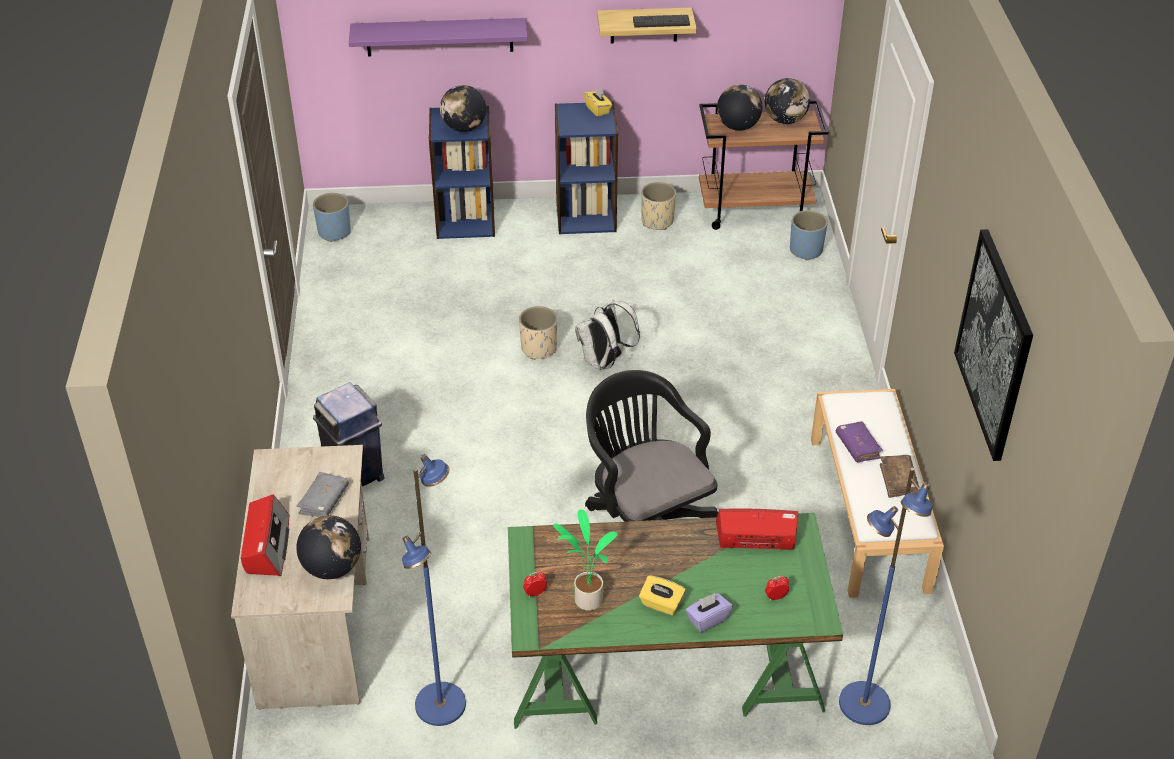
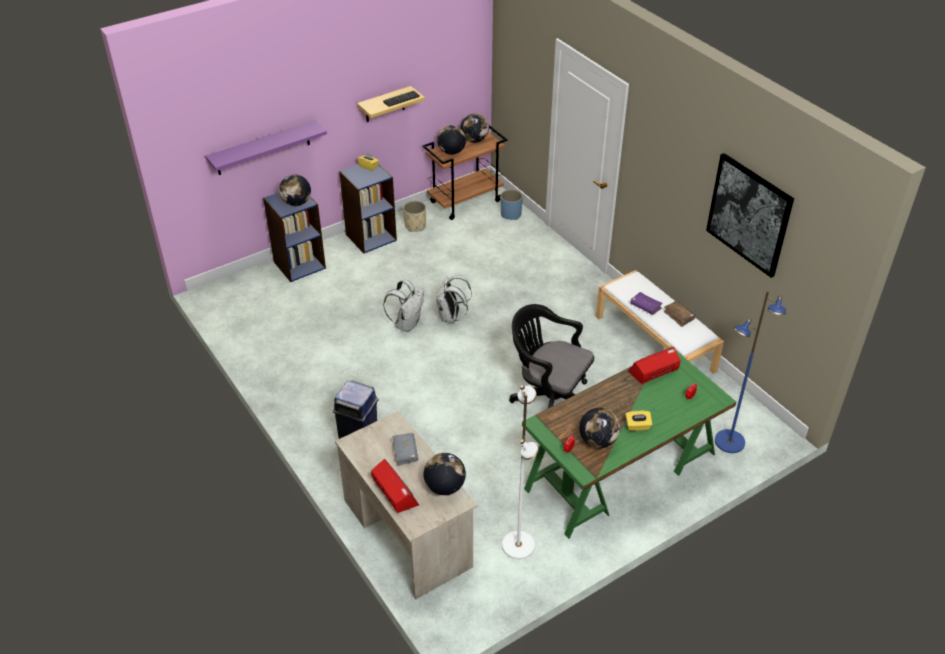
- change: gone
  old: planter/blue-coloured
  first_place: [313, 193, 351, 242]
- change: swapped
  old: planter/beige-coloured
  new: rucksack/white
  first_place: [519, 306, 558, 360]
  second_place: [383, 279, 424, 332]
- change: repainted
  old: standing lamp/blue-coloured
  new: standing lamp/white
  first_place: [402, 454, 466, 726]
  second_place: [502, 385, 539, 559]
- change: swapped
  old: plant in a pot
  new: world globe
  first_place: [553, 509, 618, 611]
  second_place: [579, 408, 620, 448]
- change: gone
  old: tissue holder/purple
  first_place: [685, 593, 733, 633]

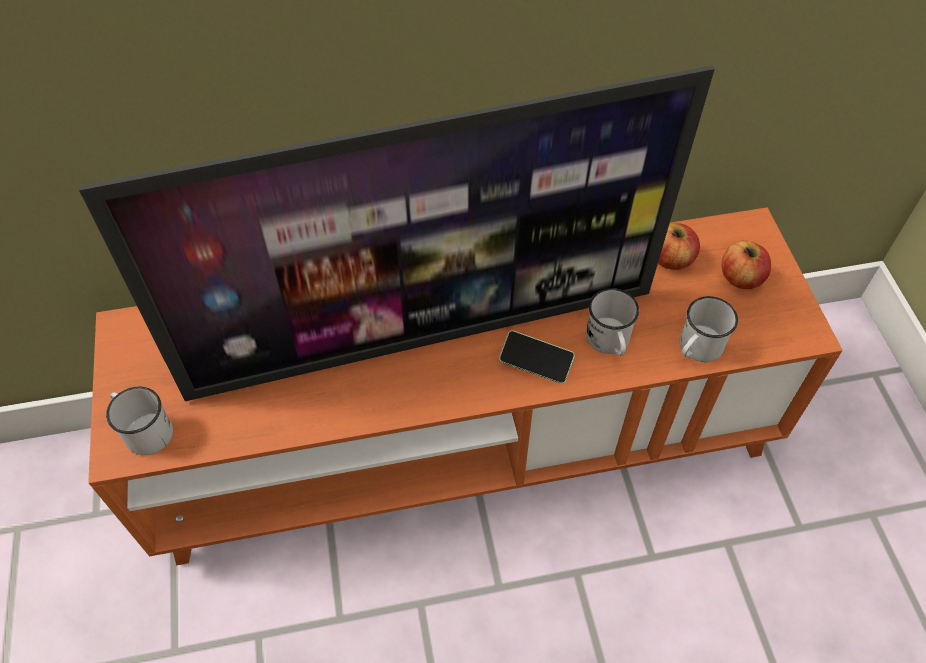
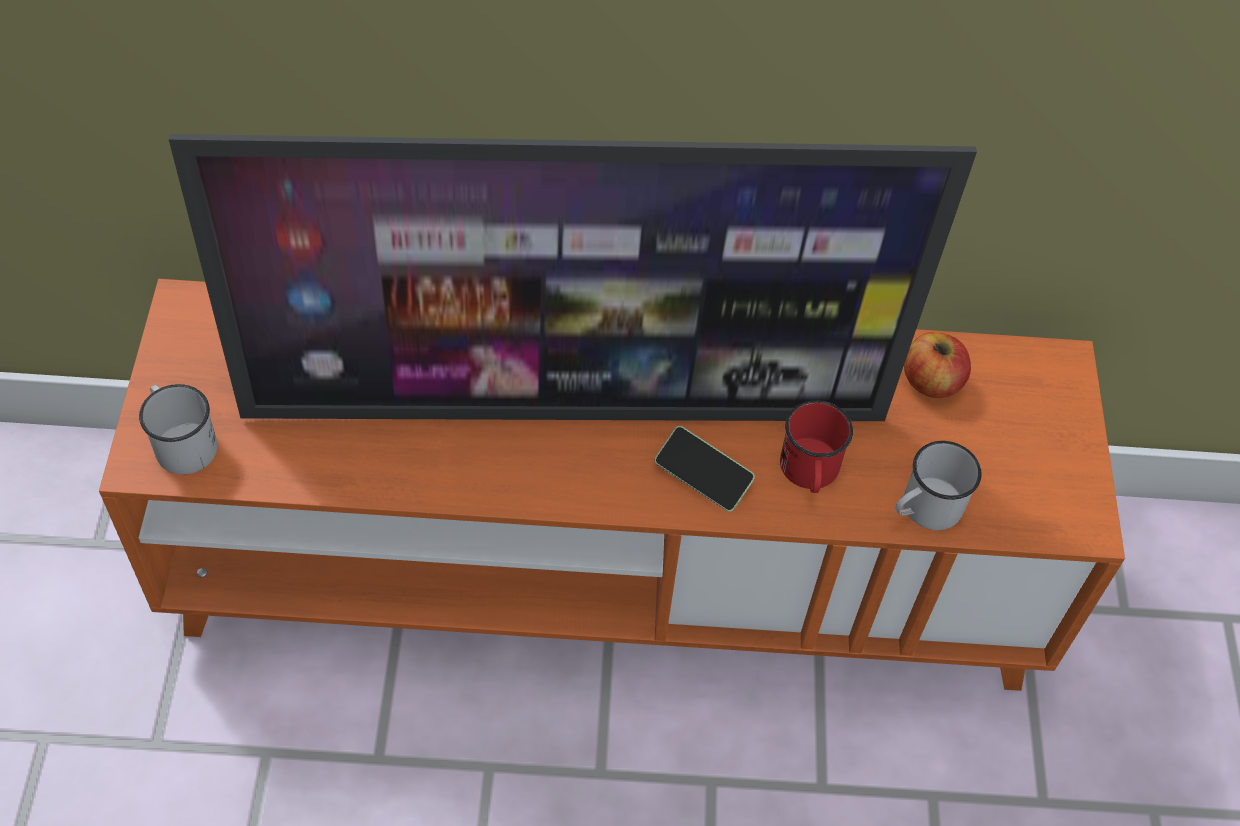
- change: gone
  old: apple fruit
  first_place: [721, 240, 771, 289]
- change: repainted
  old: tea mug/white
  new: tea mug/red
  first_place: [586, 288, 639, 356]
  second_place: [780, 400, 853, 493]

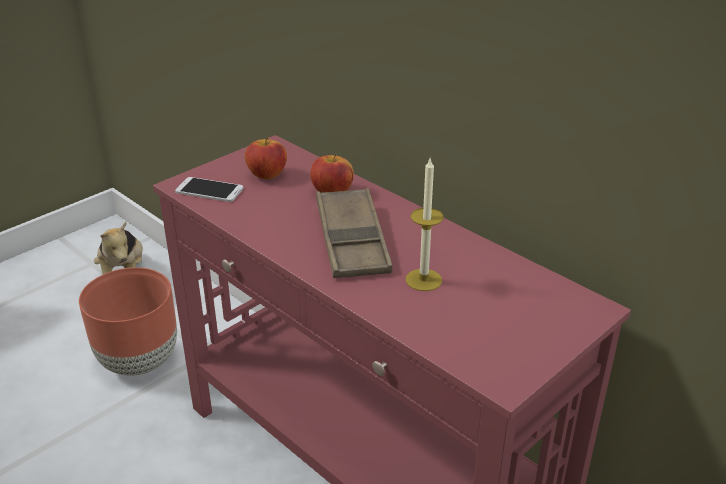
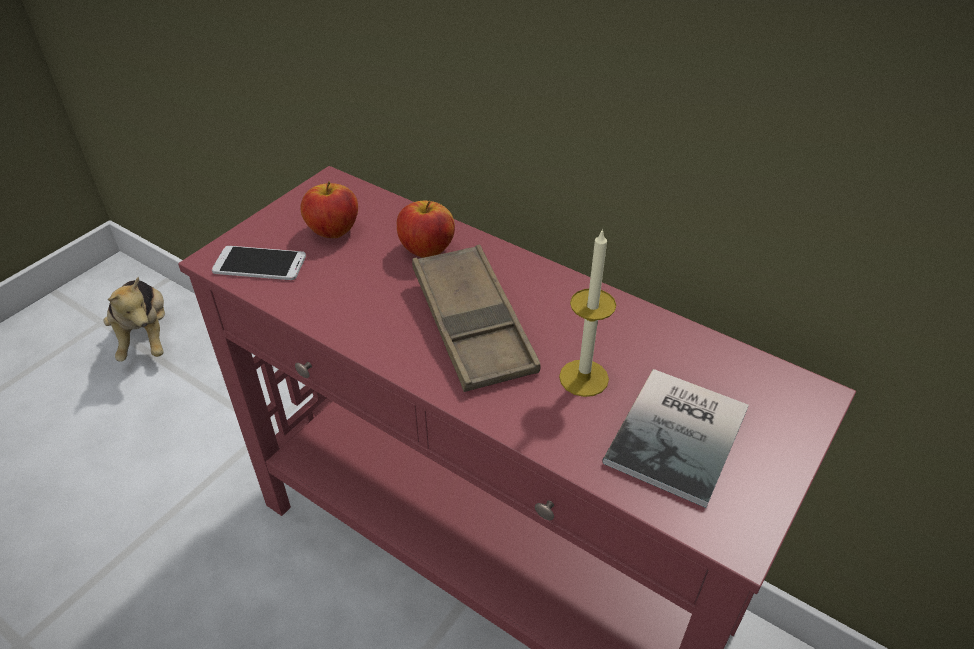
- change: gone
  old: planter/brown-coloured
  first_place: [79, 267, 177, 376]
- change: new
  new: bound book
  second_place: [602, 369, 749, 508]

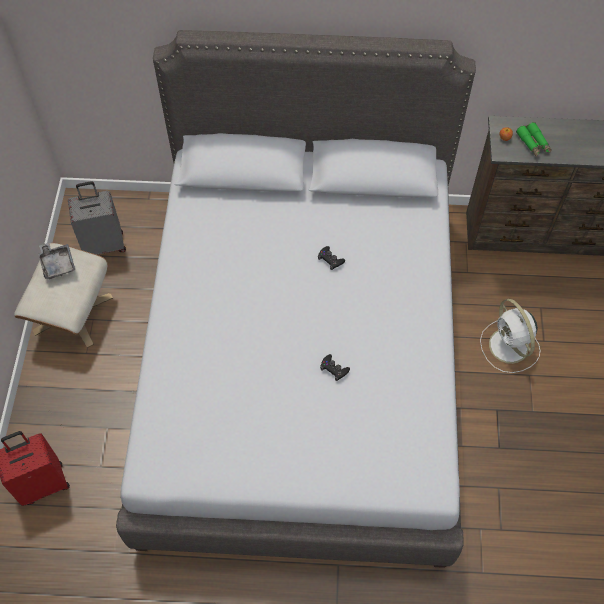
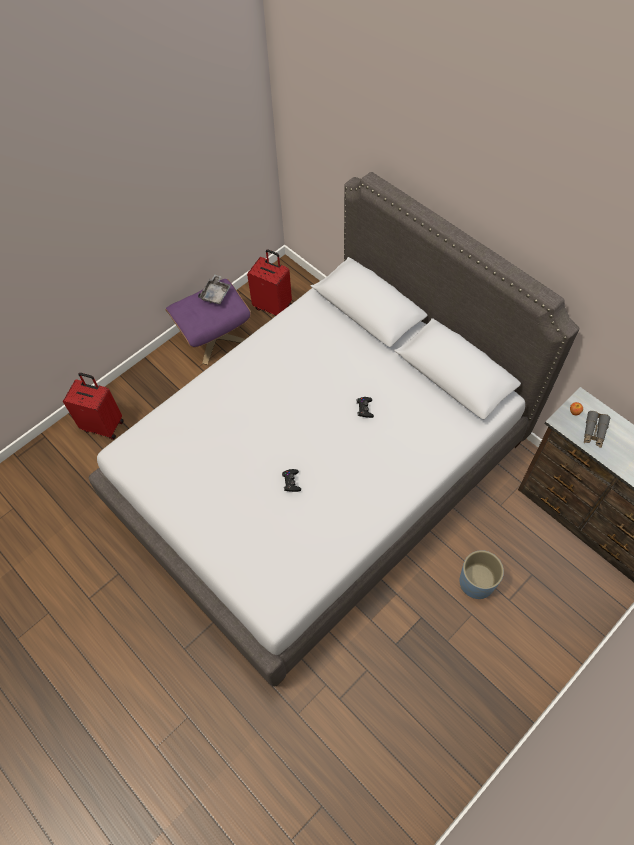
- change: repainted
  old: field glasses/green
  new: field glasses/grey
  first_place: [516, 122, 552, 157]
  second_place: [584, 411, 610, 448]
- change: repainted
  old: piece of luggage/grey
  new: piece of luggage/red
  first_place: [68, 181, 126, 255]
  second_place: [247, 249, 292, 315]
- change: repainted
  old: ottoman/beige-coloured
  new: ottoman/purple
  first_place: [14, 243, 113, 348]
  second_place: [165, 279, 251, 365]
- change: swapped
  old: electric fan/white
  new: planter/blue-coloured
  first_place: [480, 299, 541, 373]
  second_place: [459, 550, 504, 599]

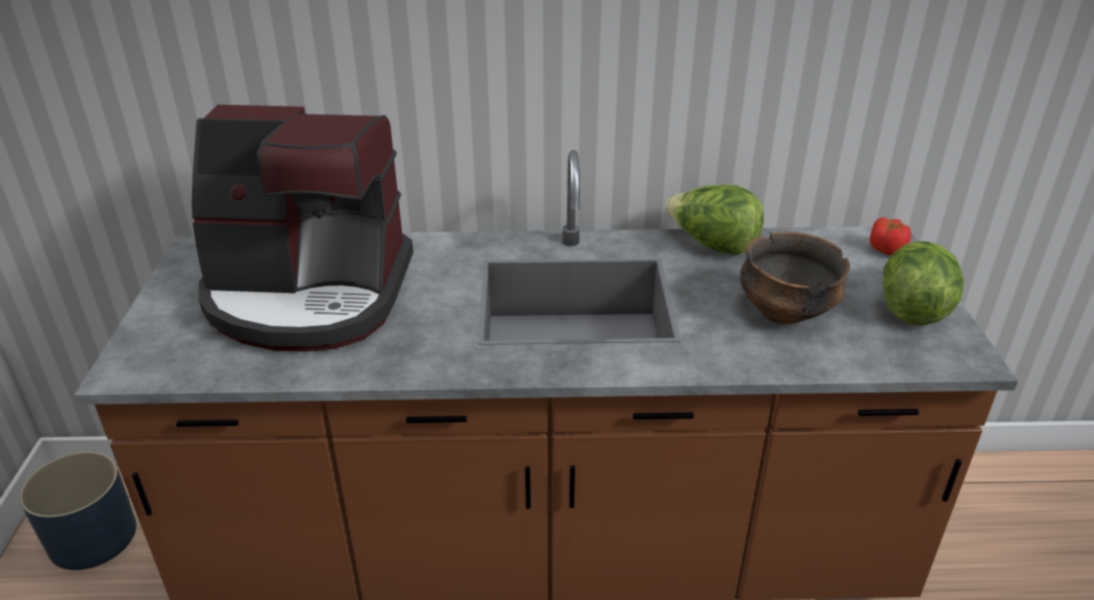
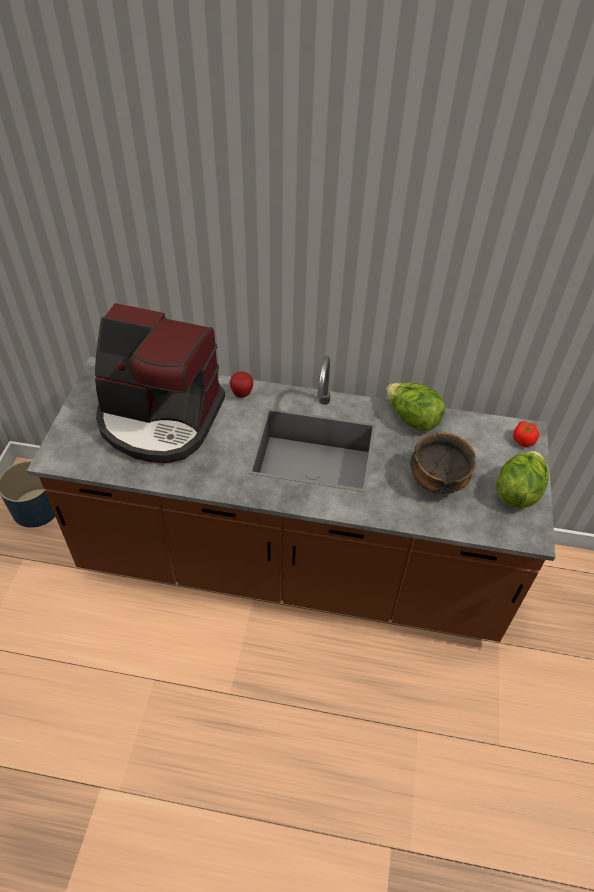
- change: new
  new: apple fruit
  second_place: [230, 371, 253, 398]

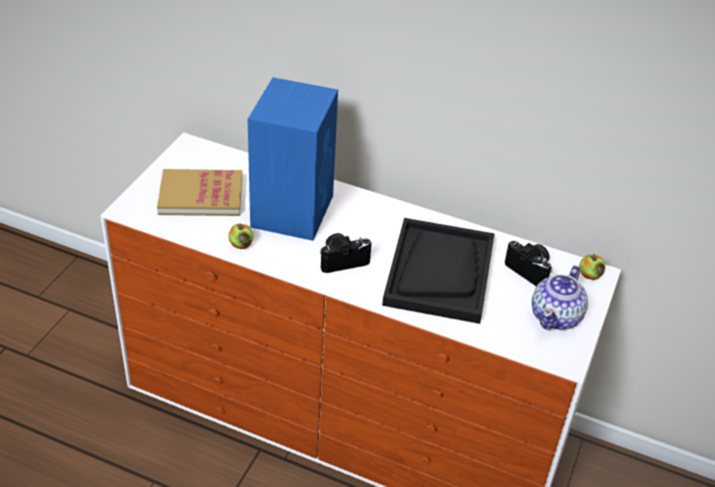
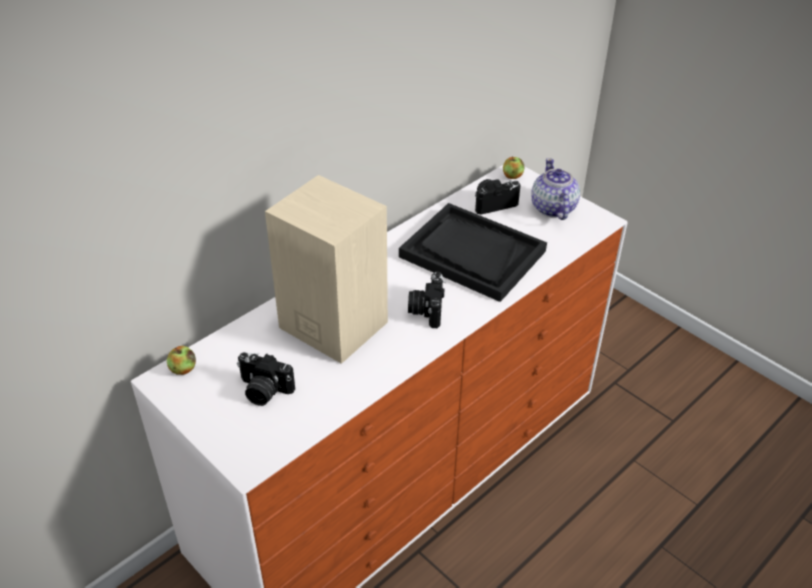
- change: repainted
  old: loudspeaker/blue-coloured
  new: loudspeaker/beige-coloured
  first_place: [248, 77, 338, 241]
  second_place: [265, 175, 388, 364]
- change: swapped
  old: bound book
  new: still camera
  first_place: [157, 169, 242, 216]
  second_place: [237, 352, 295, 406]
- change: shifted
  old: apple fruit
  first_place: [228, 223, 253, 249]
  second_place: [167, 346, 196, 375]
- change: rotated
  old: teapot
  first_place: [532, 265, 588, 330]
  second_place: [531, 158, 580, 220]
  degrees: -150

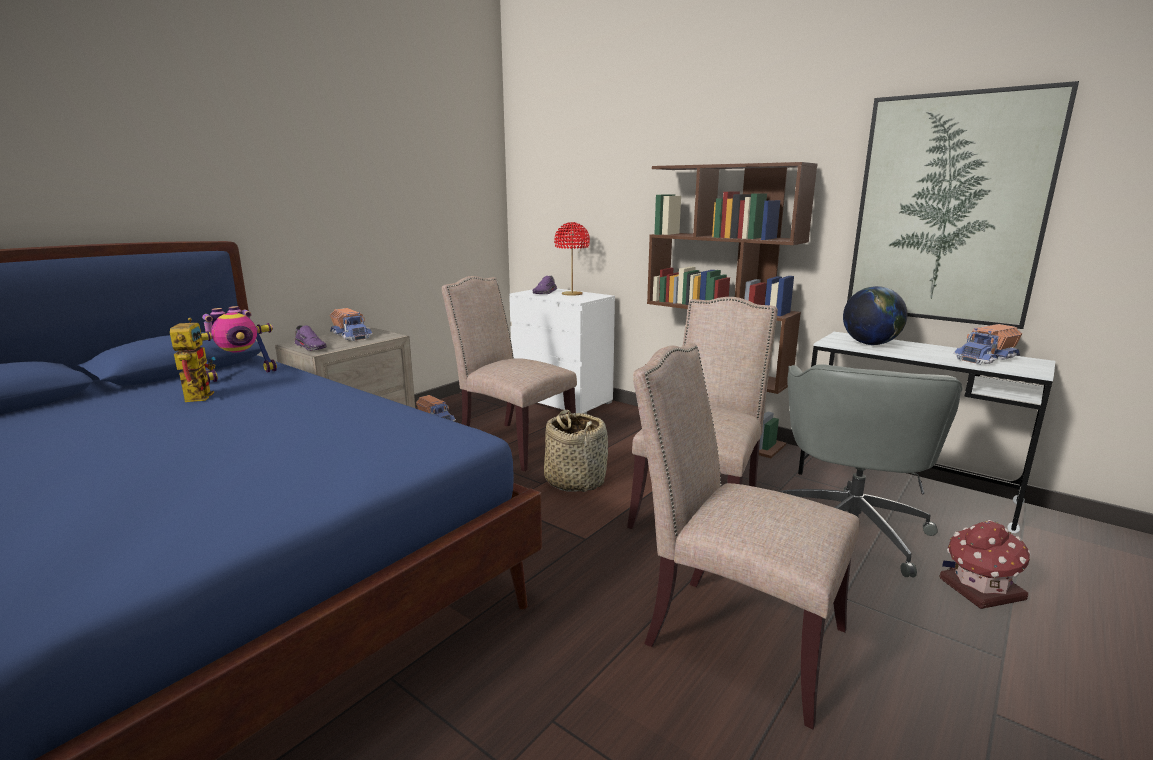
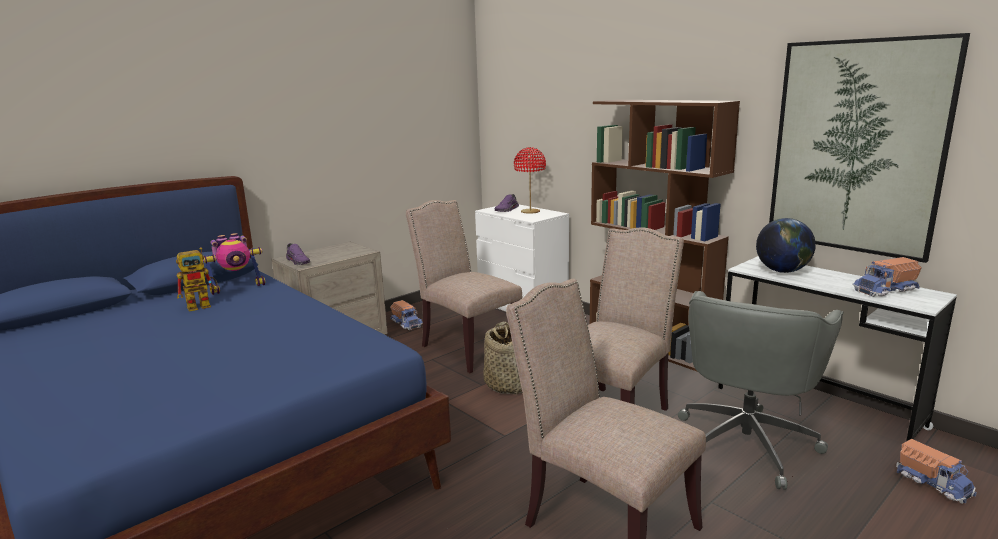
- change: shifted
  old: model truck
  first_place: [330, 308, 373, 341]
  second_place: [896, 439, 977, 504]
- change: rotated
  old: robot figure
  first_place: [170, 318, 216, 402]
  second_place: [176, 247, 218, 312]
  degrees: 60
- change: gone
  old: miniature house
  first_place: [939, 520, 1031, 609]

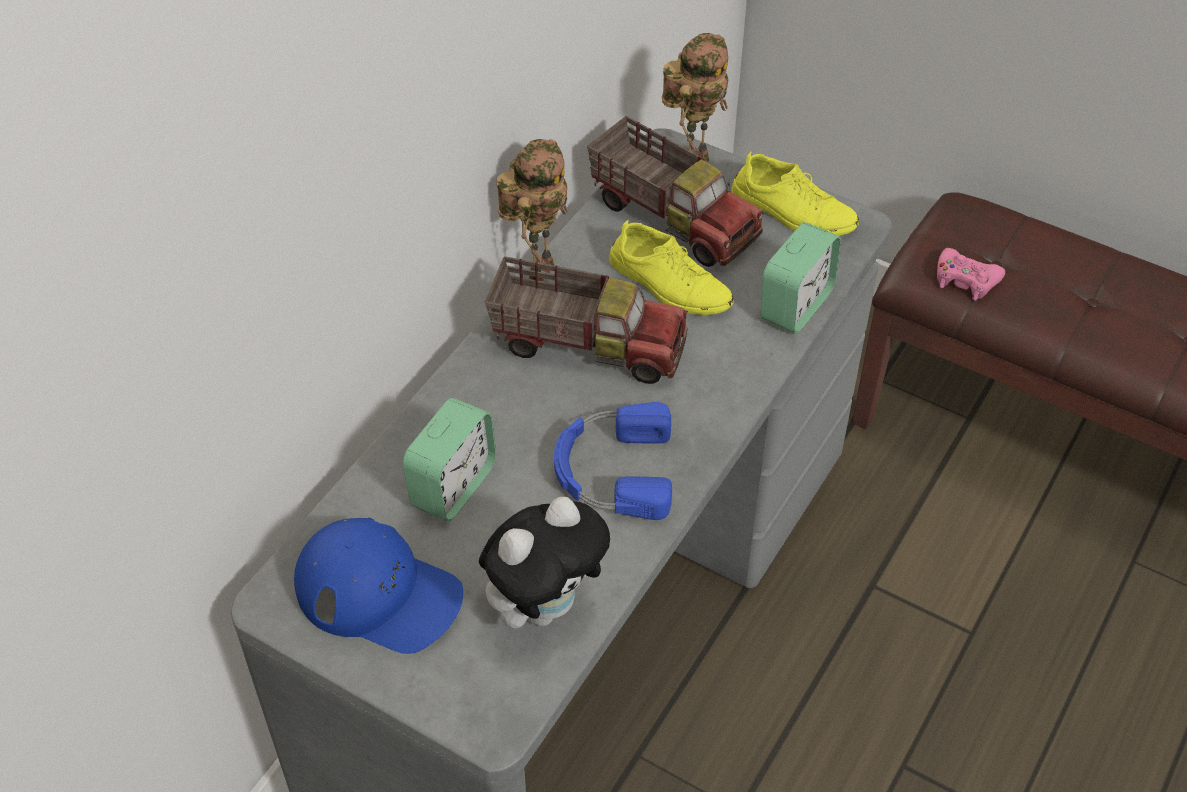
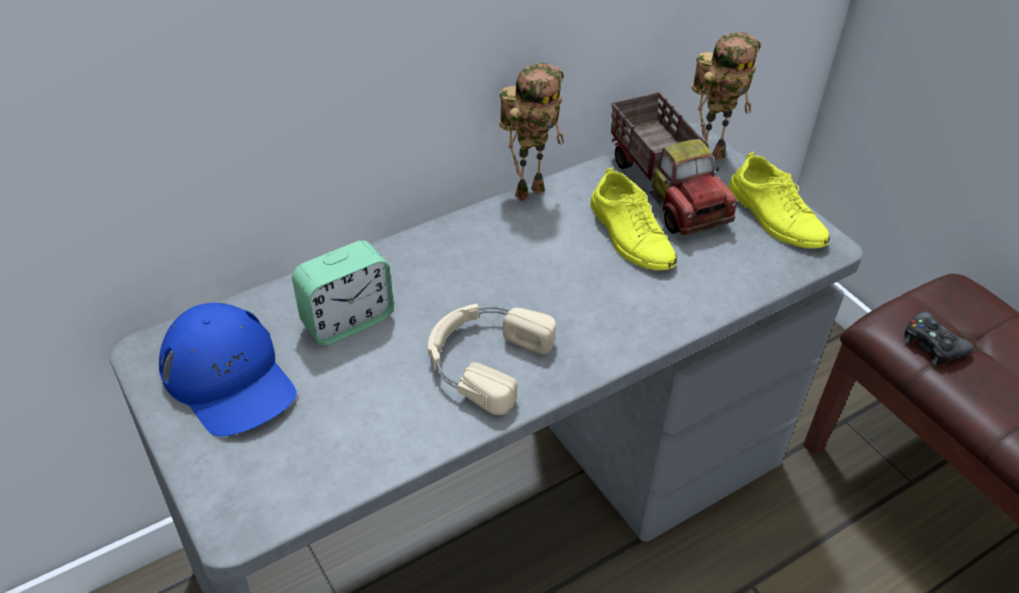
- change: gone
  old: bedside clock
  first_place: [760, 222, 841, 334]
- change: repainted
  old: game controller/pink
  new: game controller/black
  first_place: [937, 248, 1005, 301]
  second_place: [904, 311, 974, 365]
- change: gone
  old: model truck
  first_place: [484, 256, 688, 384]
- change: repainted
  old: pair of headphones/blue-coloured
  new: pair of headphones/beige-coloured
  first_place: [554, 402, 672, 520]
  second_place: [428, 304, 556, 415]
- change: gone
  old: soft toy
  first_place: [479, 497, 610, 629]

